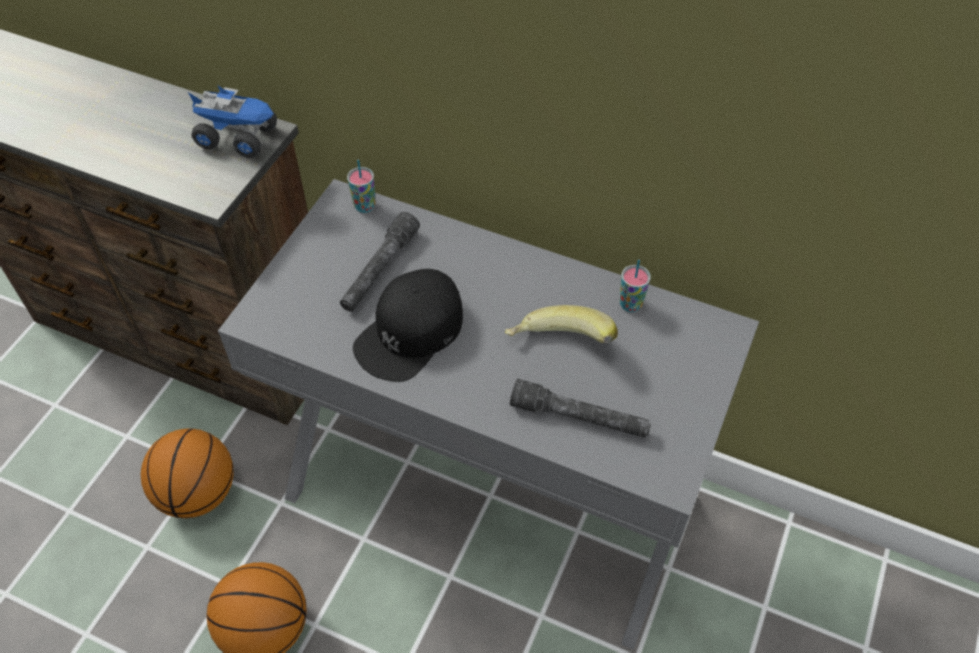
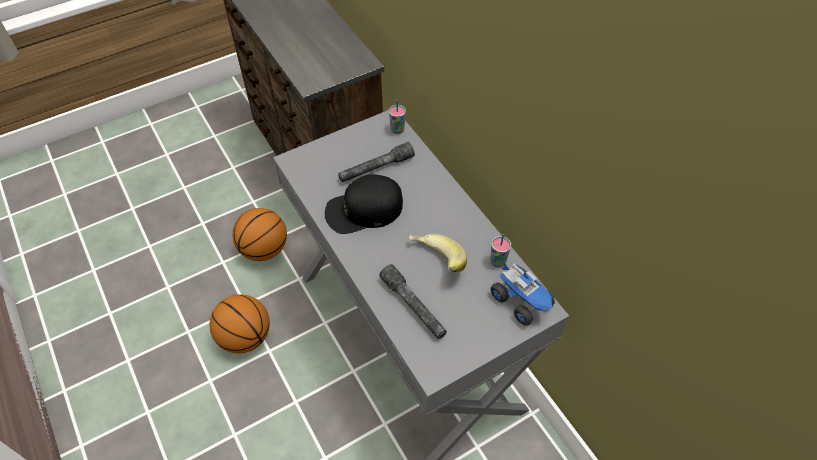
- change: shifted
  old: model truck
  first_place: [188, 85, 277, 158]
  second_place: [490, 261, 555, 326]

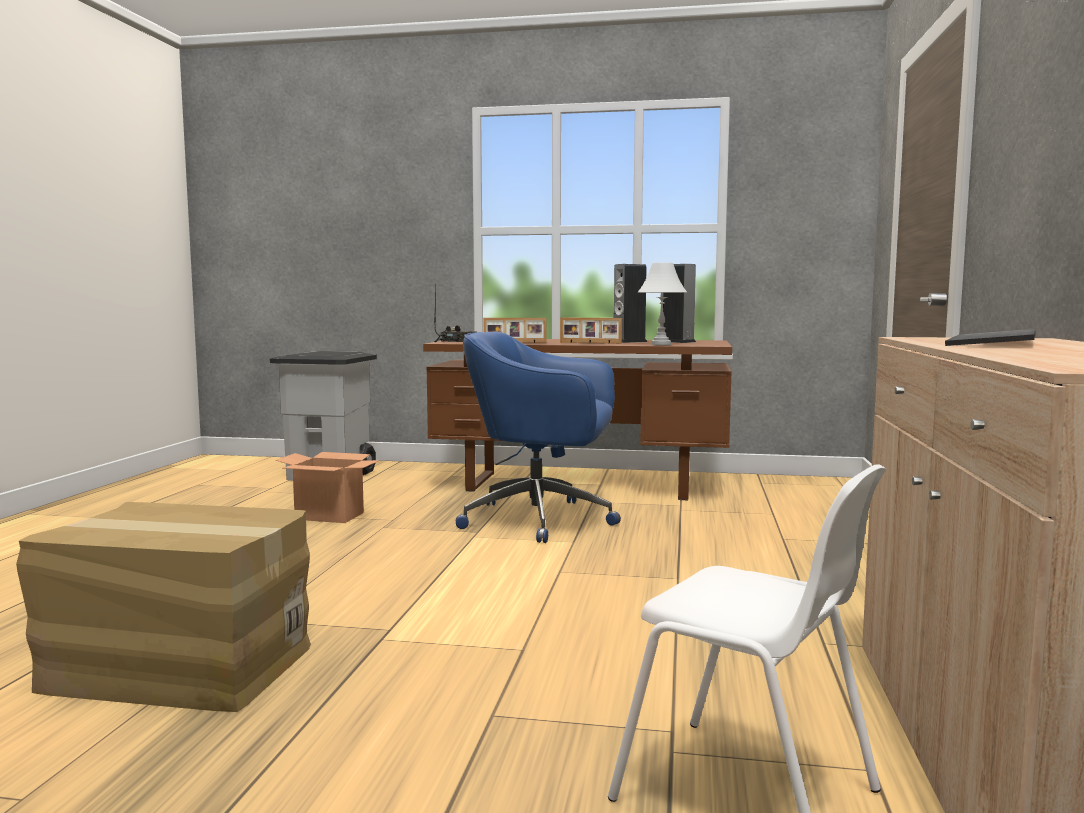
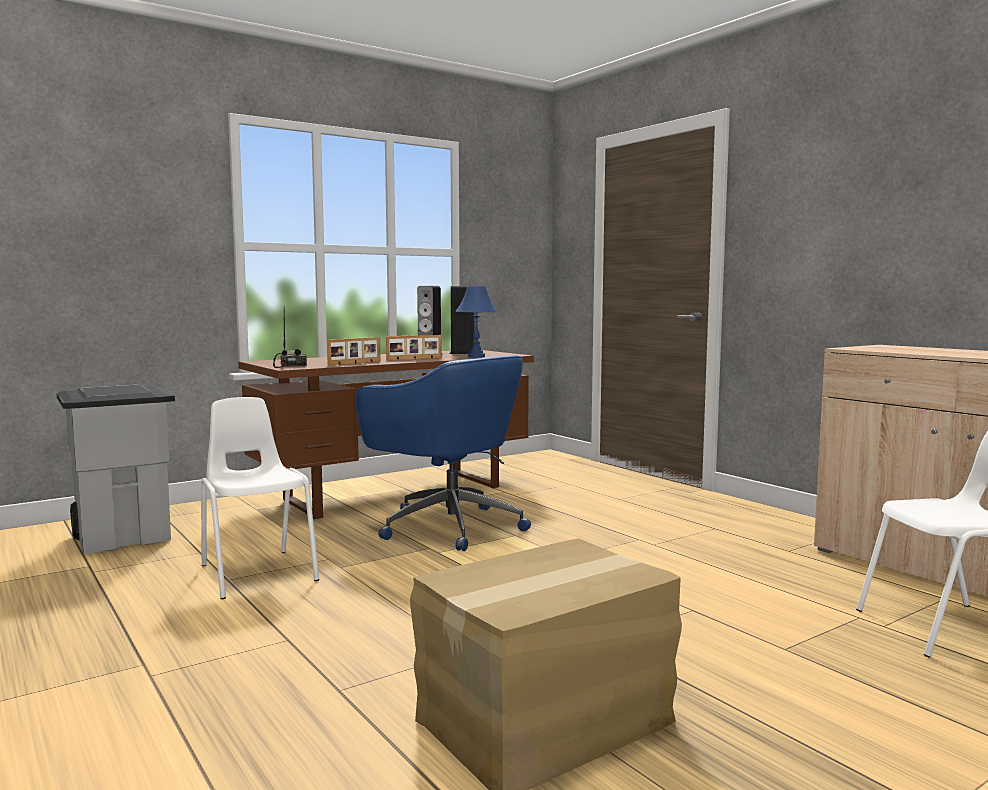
- change: repainted
  old: tabletop lamp/white
  new: tabletop lamp/blue-coloured
  first_place: [638, 262, 687, 345]
  second_place: [455, 286, 498, 358]
- change: gone
  old: computer keyboard
  first_place: [945, 329, 1036, 346]
- change: rotated
  old: office chair/blue-coloured
  first_place: [456, 332, 621, 543]
  second_place: [355, 355, 531, 551]
  degrees: -105
- change: swapped
  old: packing box
  new: plain chair/white
  first_place: [275, 452, 380, 523]
  second_place: [201, 397, 319, 599]

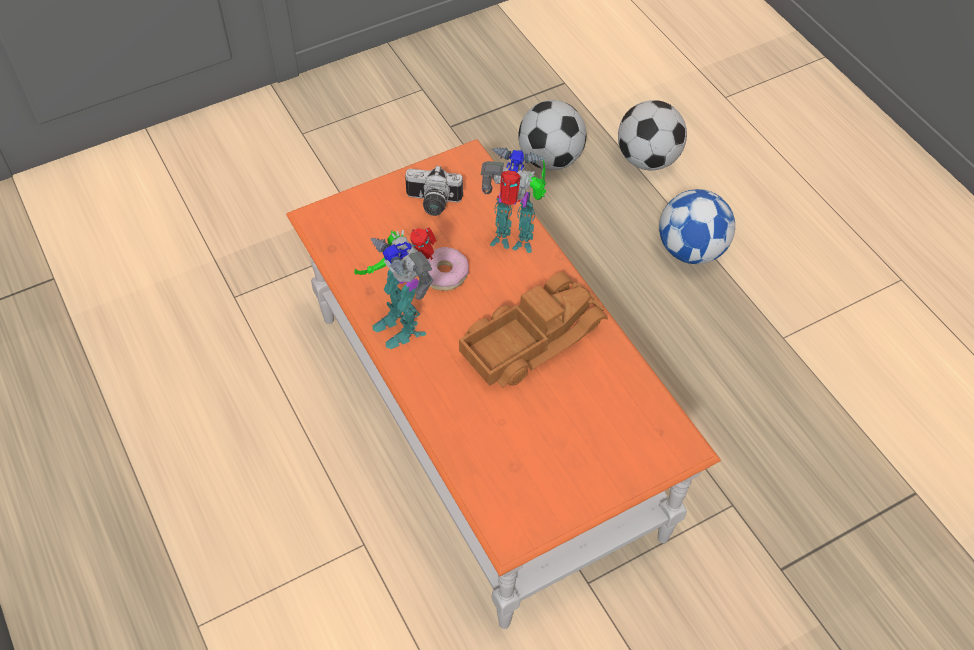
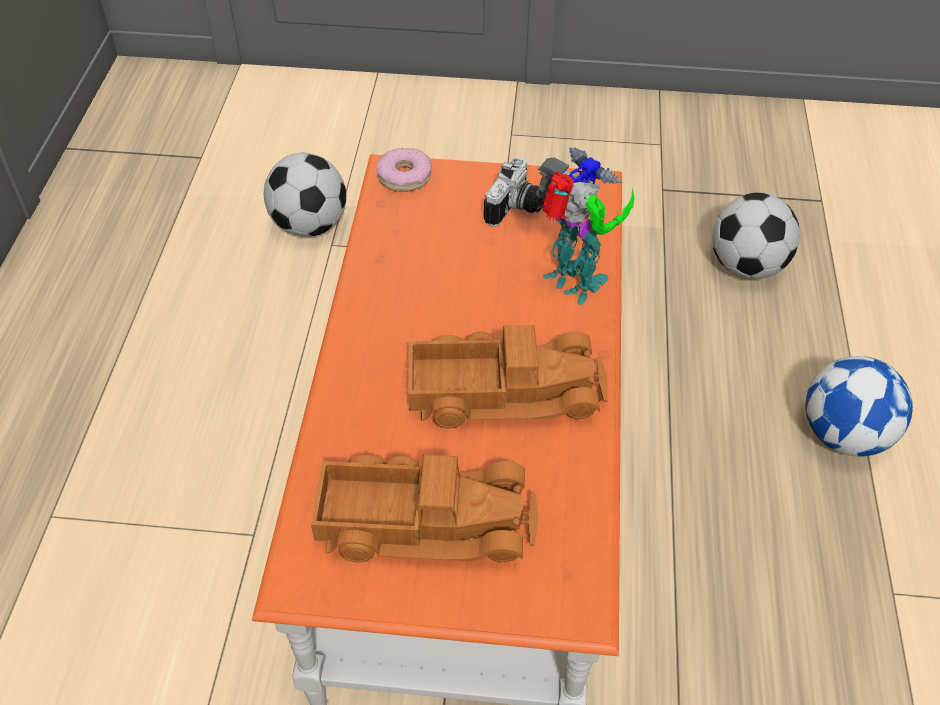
- change: shifted
  old: football ball
  first_place: [618, 100, 687, 170]
  second_place: [264, 153, 346, 237]
- change: rotated
  old: still camera
  first_place: [405, 165, 463, 216]
  second_place: [484, 157, 544, 227]
  degrees: -105
- change: gone
  old: robot figure
  first_place: [354, 228, 436, 349]
- change: shifted
  old: ring doughnut
  first_place: [427, 247, 469, 291]
  second_place: [376, 148, 432, 192]
- change: new
  new: model truck
  second_place: [311, 455, 538, 562]

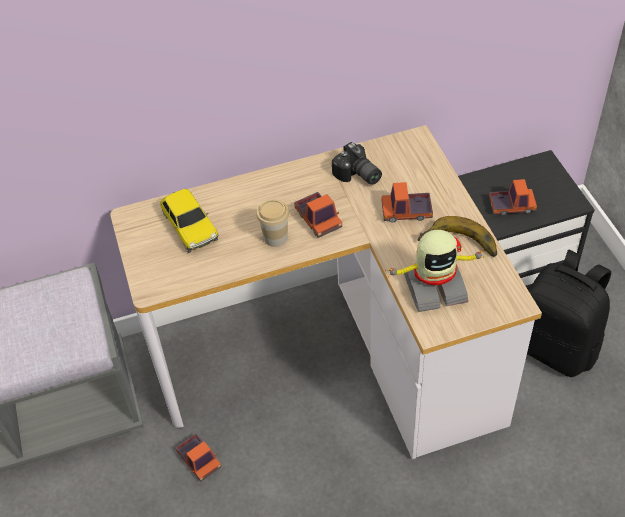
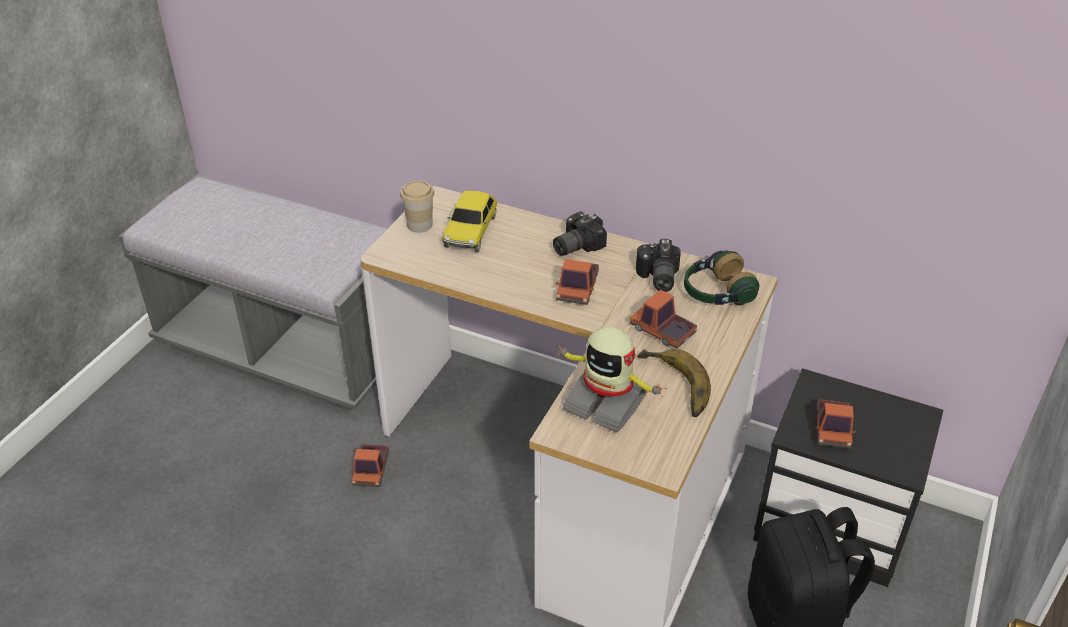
- change: rotated
  old: model truck
  first_place: [489, 179, 537, 215]
  second_place: [816, 399, 856, 448]
  degrees: 60
- change: shifted
  old: cup
  first_place: [257, 199, 289, 247]
  second_place: [400, 181, 434, 233]
- change: new
  new: still camera
  second_place: [553, 212, 607, 256]
- change: new
  new: pair of headphones
  second_place: [684, 251, 759, 306]

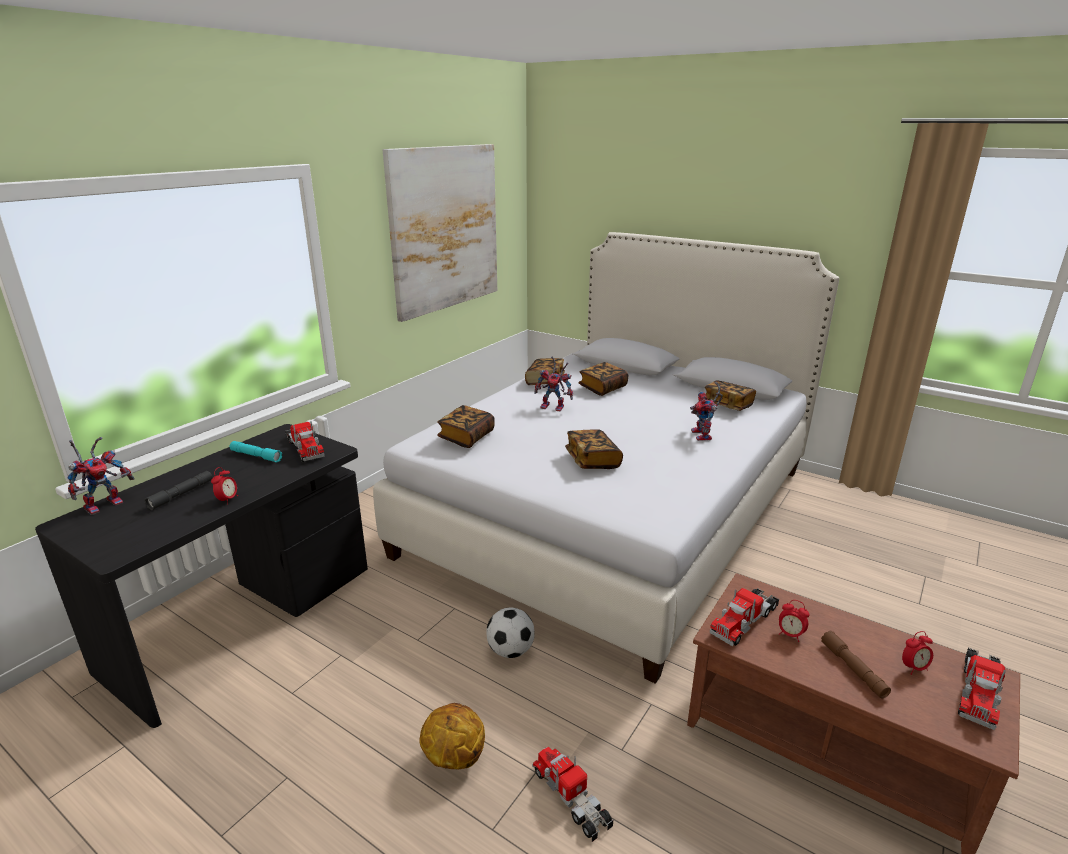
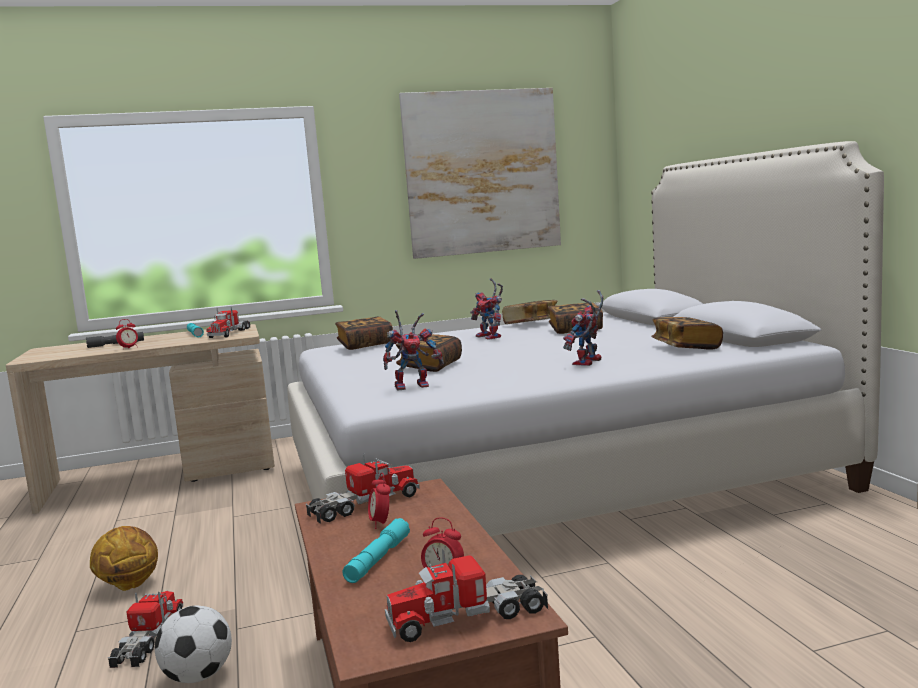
- change: repainted
  old: desk unit/black
  new: desk unit/beige-coloured
  first_place: [35, 424, 368, 728]
  second_place: [6, 324, 275, 514]
- change: shifted
  old: robot figure
  first_place: [68, 437, 134, 515]
  second_place: [383, 310, 444, 390]
- change: rotated
  old: model truck
  first_place: [710, 588, 779, 646]
  second_place: [306, 453, 420, 524]
  degrees: 150
- change: shifted
  old: football ball
  first_place: [486, 607, 535, 658]
  second_place: [155, 606, 232, 683]
- change: repainted
  old: hand torch/brown-coloured
  new: hand torch/blue-green
  first_place: [821, 631, 891, 698]
  second_place: [343, 518, 410, 583]

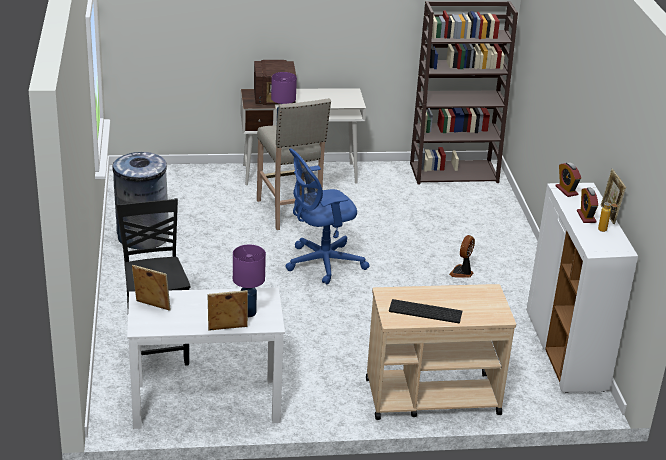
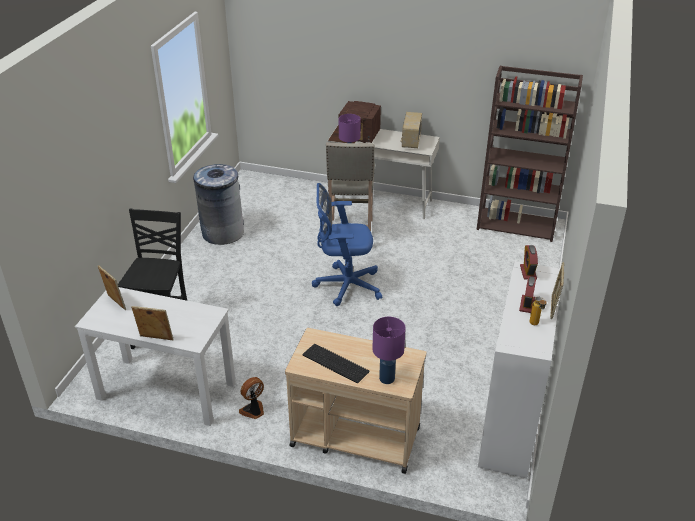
- change: shifted
  old: electric fan
  first_place: [449, 235, 475, 278]
  second_place: [239, 377, 264, 419]
- change: shifted
  old: tabletop lamp/purple
  first_place: [233, 244, 266, 317]
  second_place: [372, 317, 406, 384]
- change: new
  new: radio
  second_place: [400, 112, 422, 148]

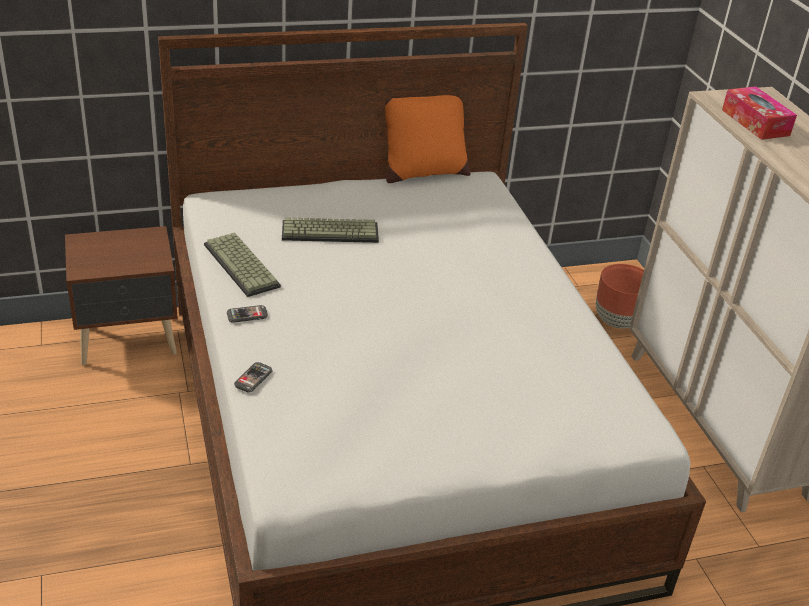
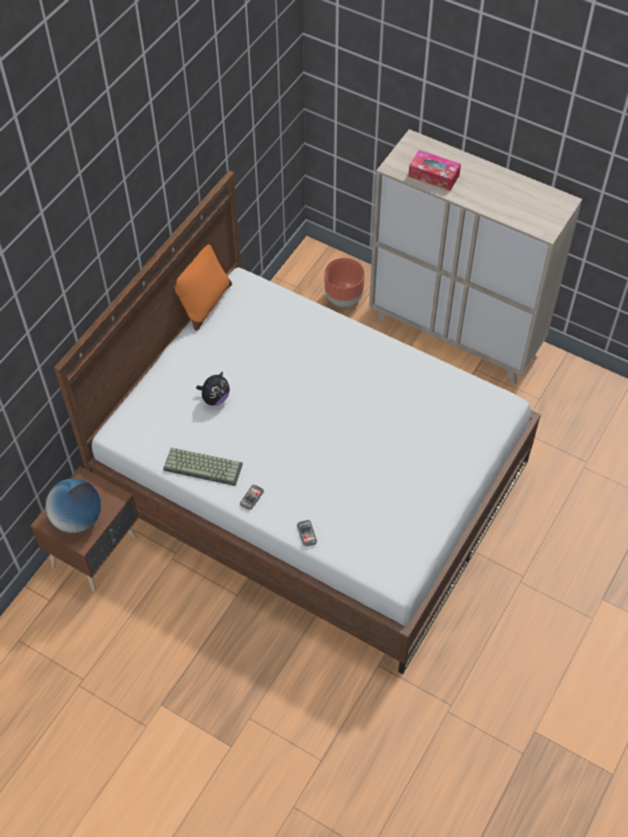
- change: swapped
  old: computer keyboard
  new: soft toy
  first_place: [282, 217, 379, 243]
  second_place: [196, 371, 230, 406]
- change: new
  new: world globe
  second_place: [45, 478, 101, 533]

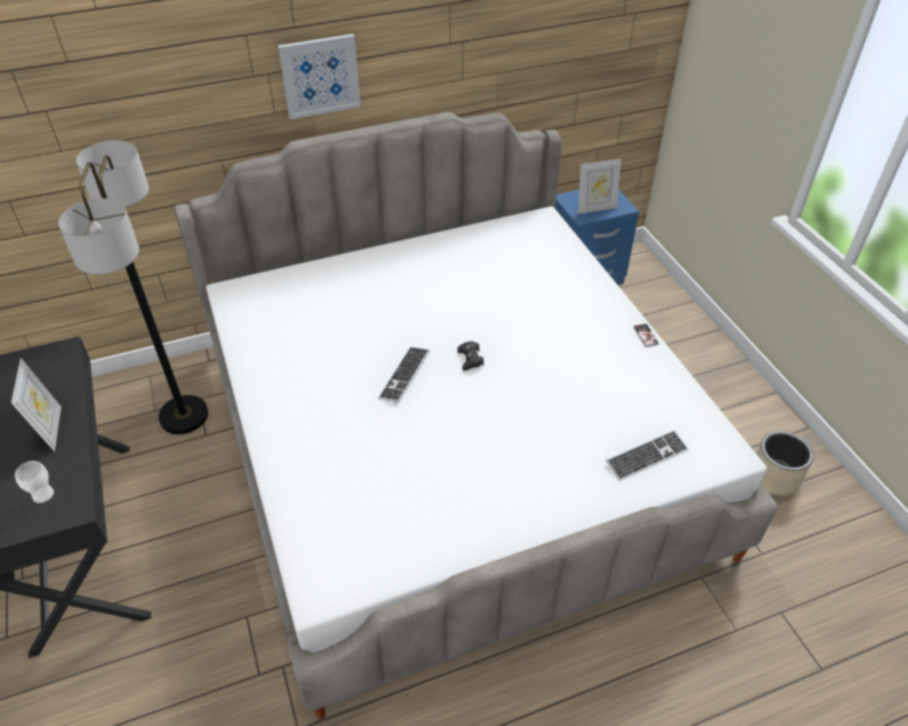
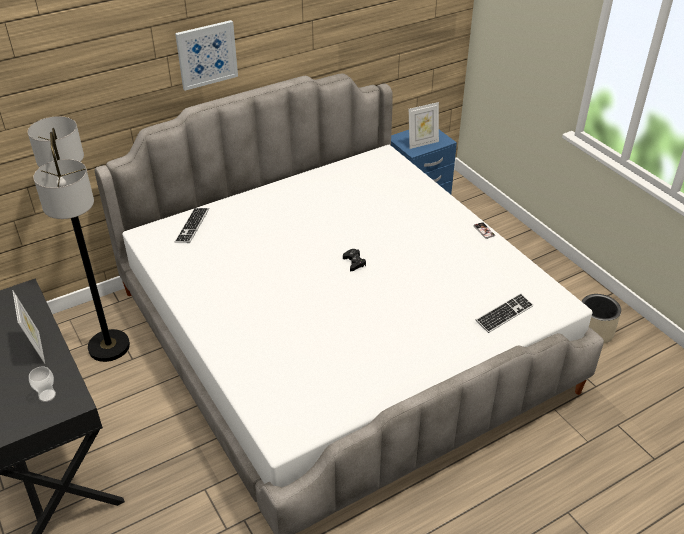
- change: shifted
  old: computer keyboard
  first_place: [378, 347, 430, 403]
  second_place: [174, 208, 209, 243]

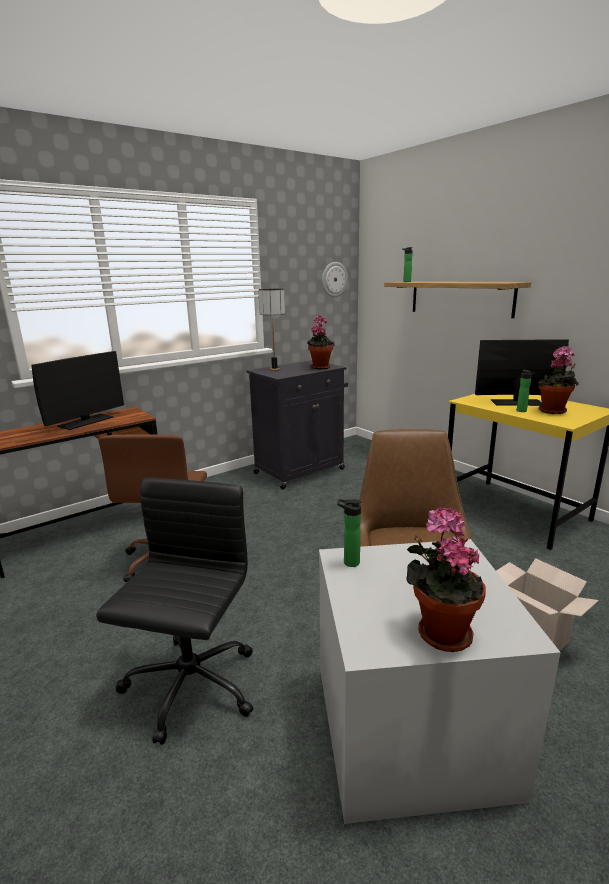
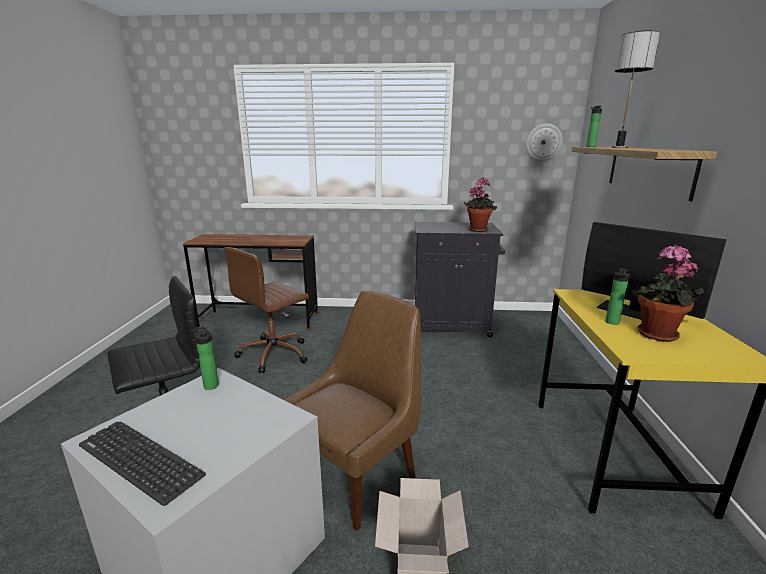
- change: shifted
  old: tabletop lamp
  first_place: [258, 289, 285, 370]
  second_place: [612, 30, 660, 148]
- change: gone
  old: computer display
  first_place: [31, 351, 124, 430]
- change: swapped
  old: plant in a pot
  new: computer keyboard
  first_place: [406, 507, 486, 652]
  second_place: [79, 422, 206, 506]

